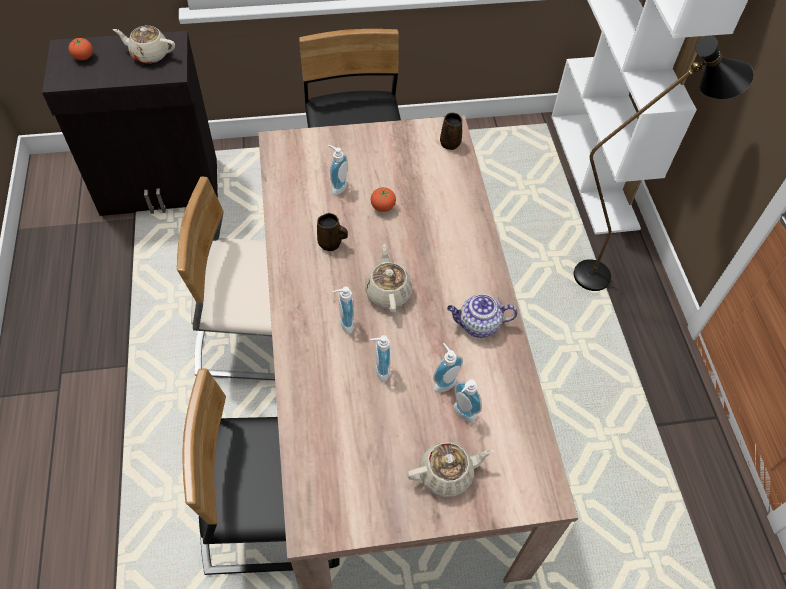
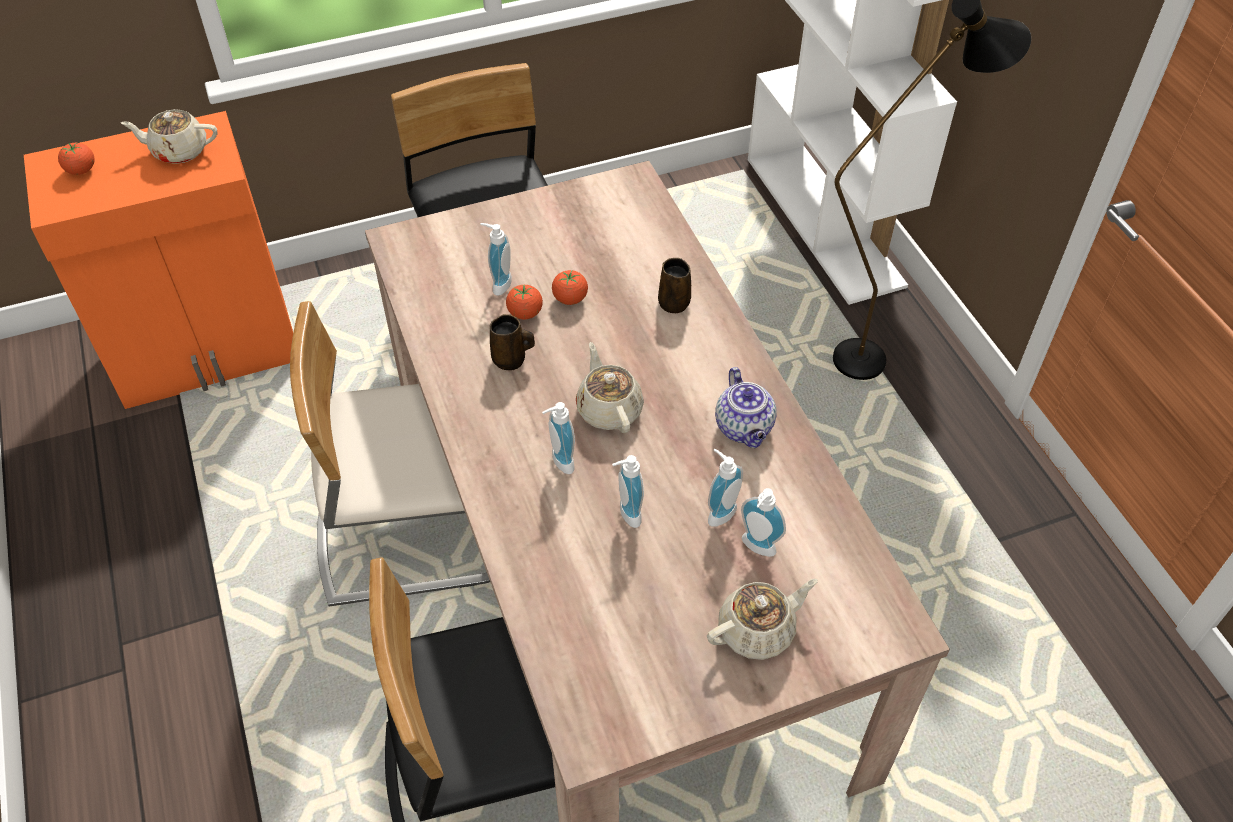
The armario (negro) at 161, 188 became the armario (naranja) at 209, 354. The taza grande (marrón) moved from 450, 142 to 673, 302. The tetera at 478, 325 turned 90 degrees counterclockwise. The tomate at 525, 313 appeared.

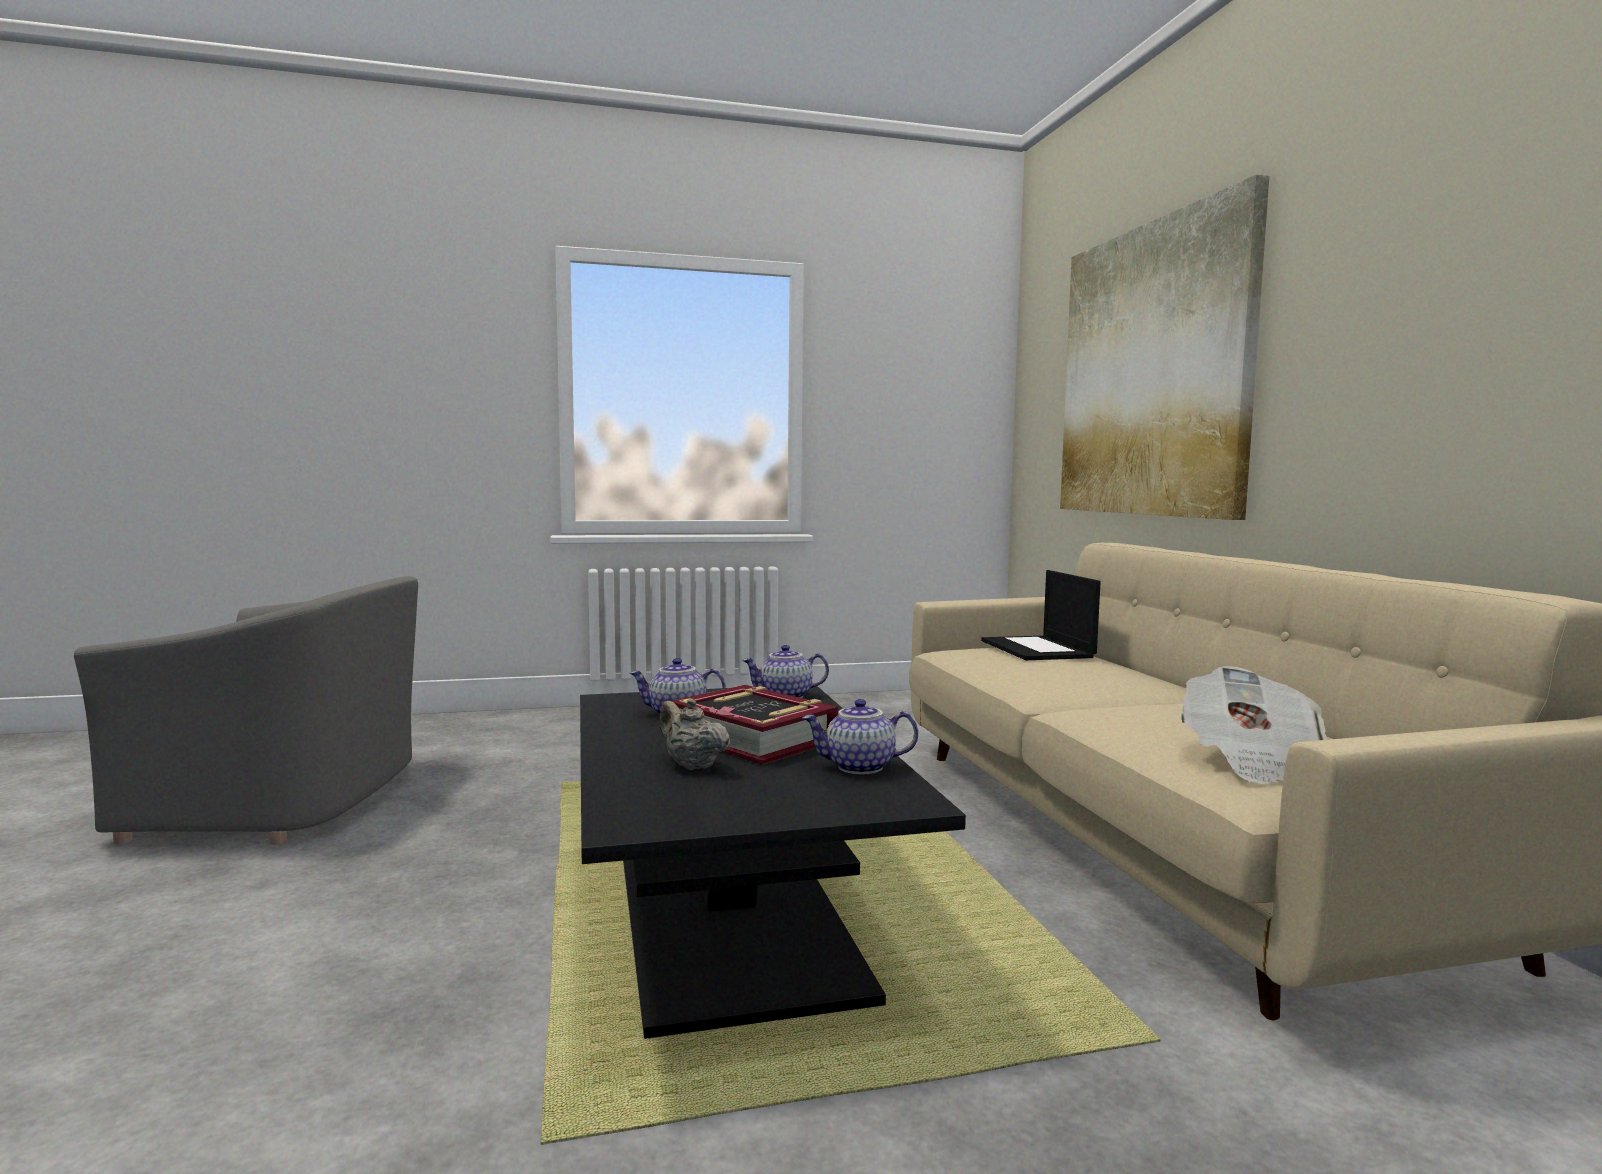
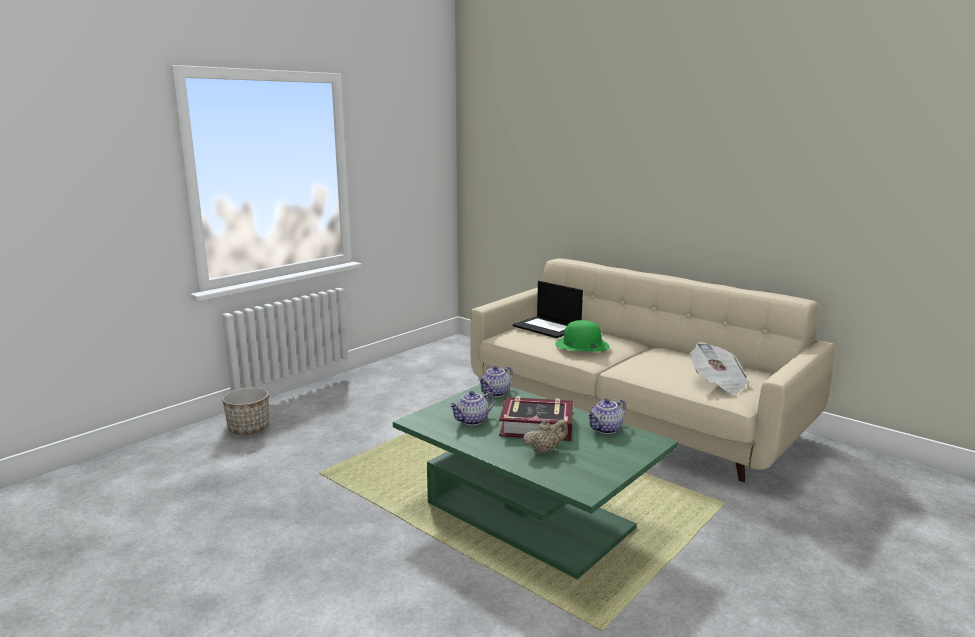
The cuadro at 1152, 371 disappeared. The sillón (gris) at 285, 800 disappeared. The mesa de centro (negro) at 732, 918 became the mesa de centro (verde) at 529, 516. The tetera (beis) at 691, 765 turned 150 degrees clockwise. The sombrero (verde) at 581, 345 appeared. The maceta at 249, 429 appeared.

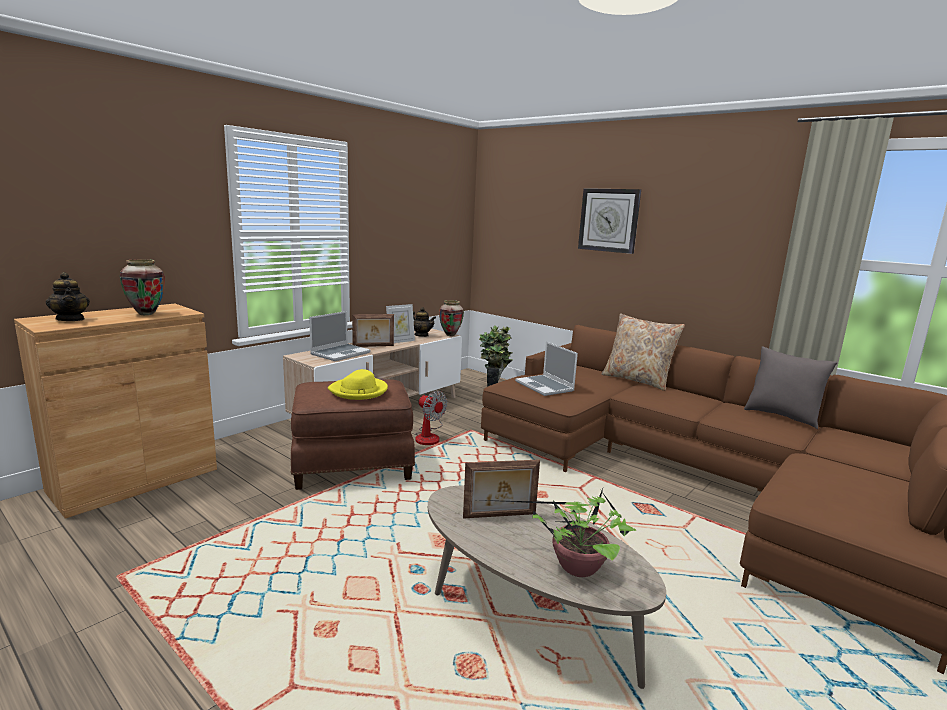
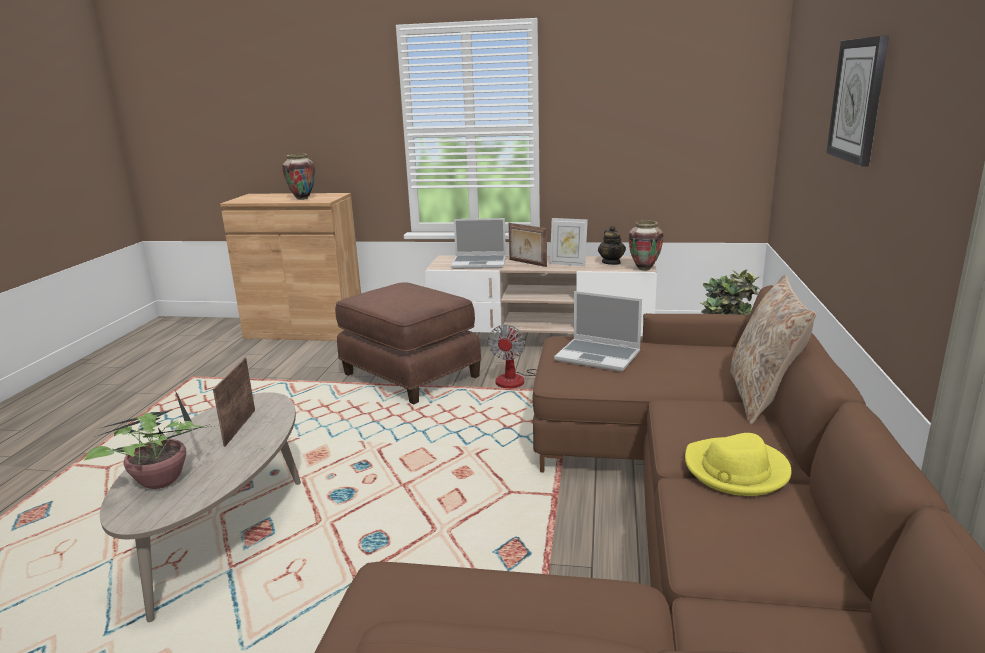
The tetera at 71, 319 disappeared. The portátil at 545, 386 turned 90 degrees counterclockwise. The cojín (gris) at 782, 416 disappeared. The sombrero (amarillo) moved from 359, 391 to 735, 470. The portarretratos at 499, 516 turned 45 degrees clockwise.

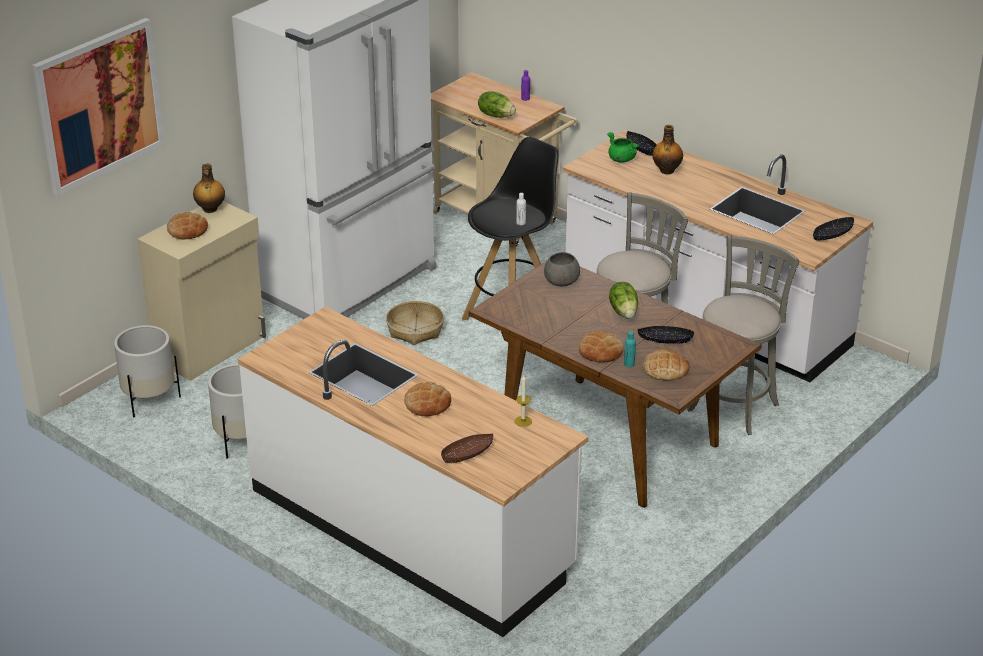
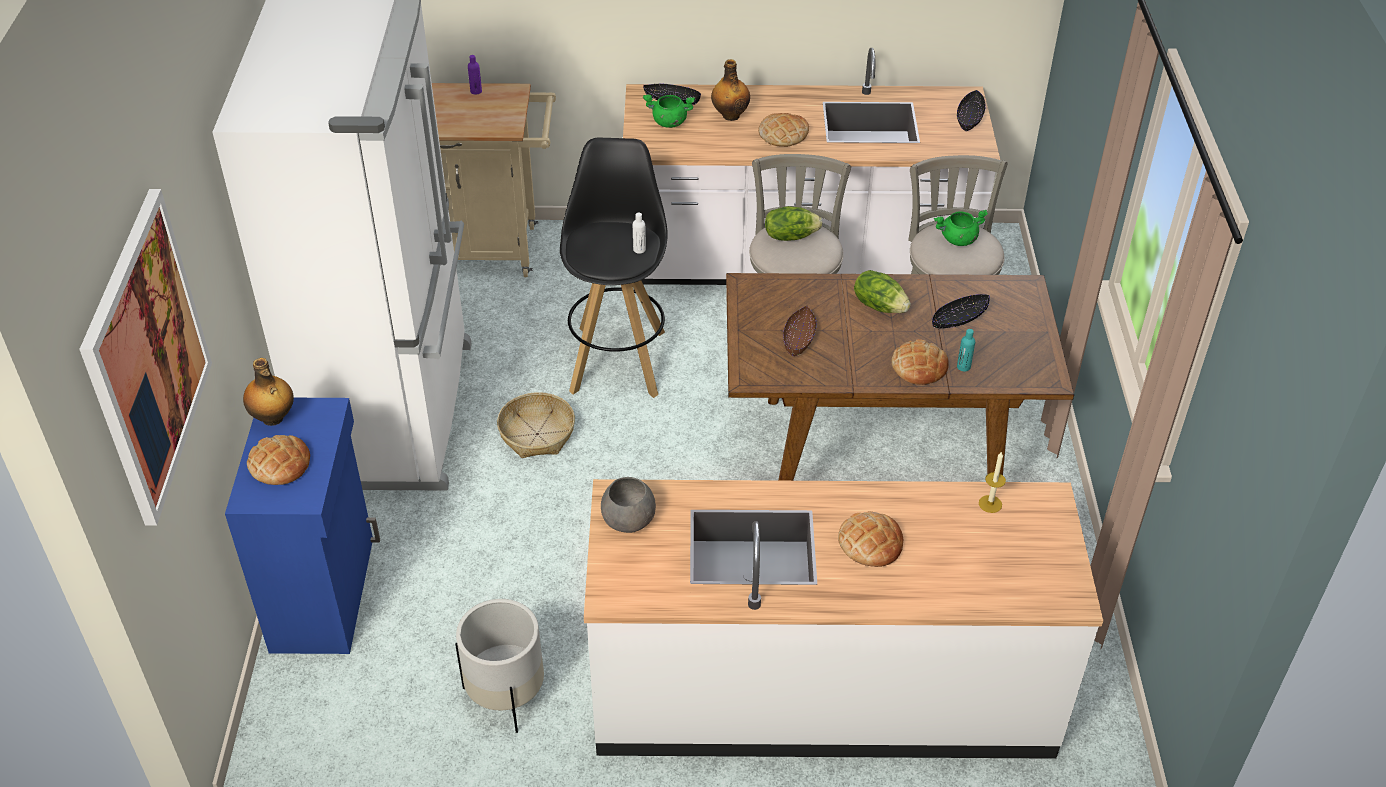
The lechuga moved from 496, 115 to 790, 236. The armario (beis) at 211, 348 became the armario (azul) at 325, 593. The cuenco (gris) moved from 561, 281 to 628, 520. The maceta (blanco) at 149, 399 disappeared. The pan moved from 665, 369 to 783, 134. The cuenco (marrón) moved from 467, 454 to 799, 338. The olla (verde) at 958, 240 appeared.

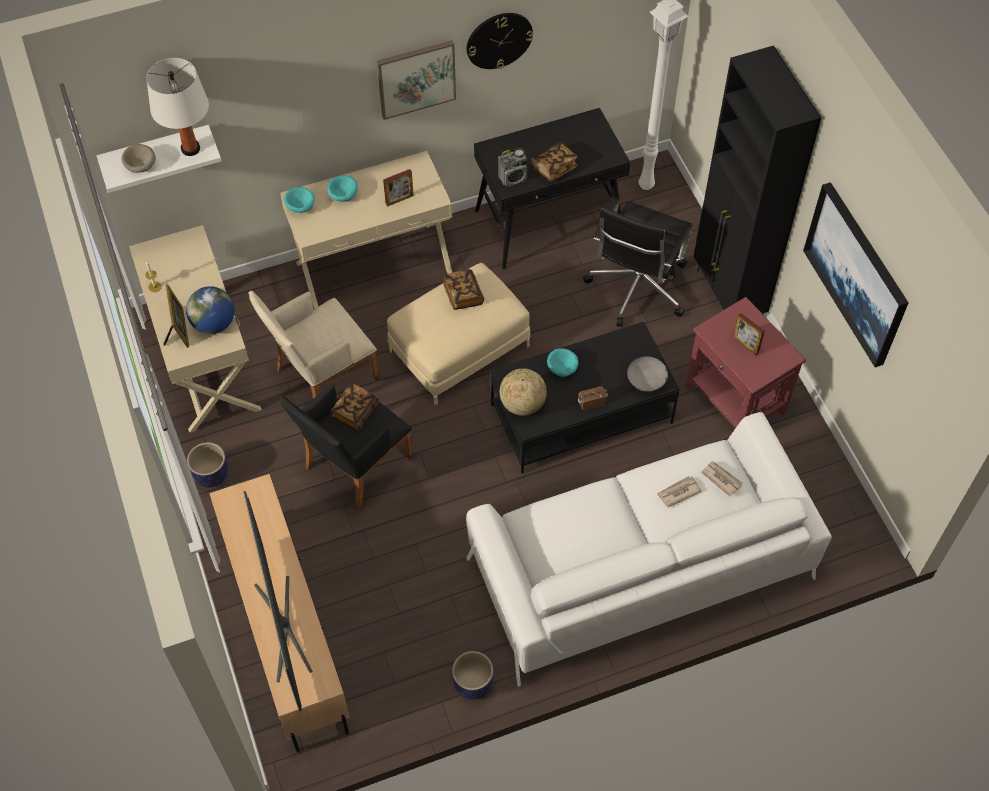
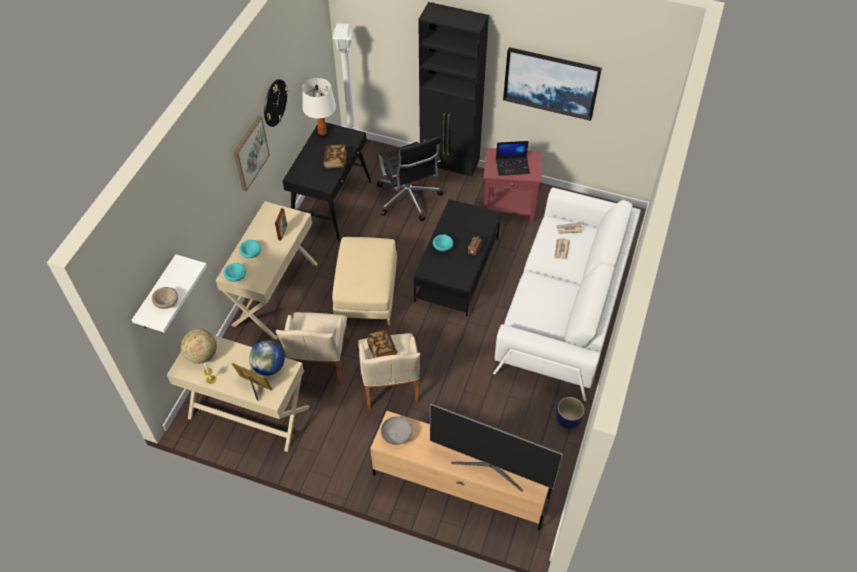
The lámpara de mesa (blanco) moved from 190, 149 to 322, 133. The radio at 513, 178 disappeared. The libro at 463, 295 disappeared. The portarretratos at 745, 345 was replaced by the portátil at 513, 166. The cuenco (gris) moved from 645, 381 to 396, 436. The globo terráqueo moved from 522, 404 to 202, 355. The sillón (negro) at 353, 467 became the sillón (beis) at 390, 386. The maceta at 211, 475 disappeared.

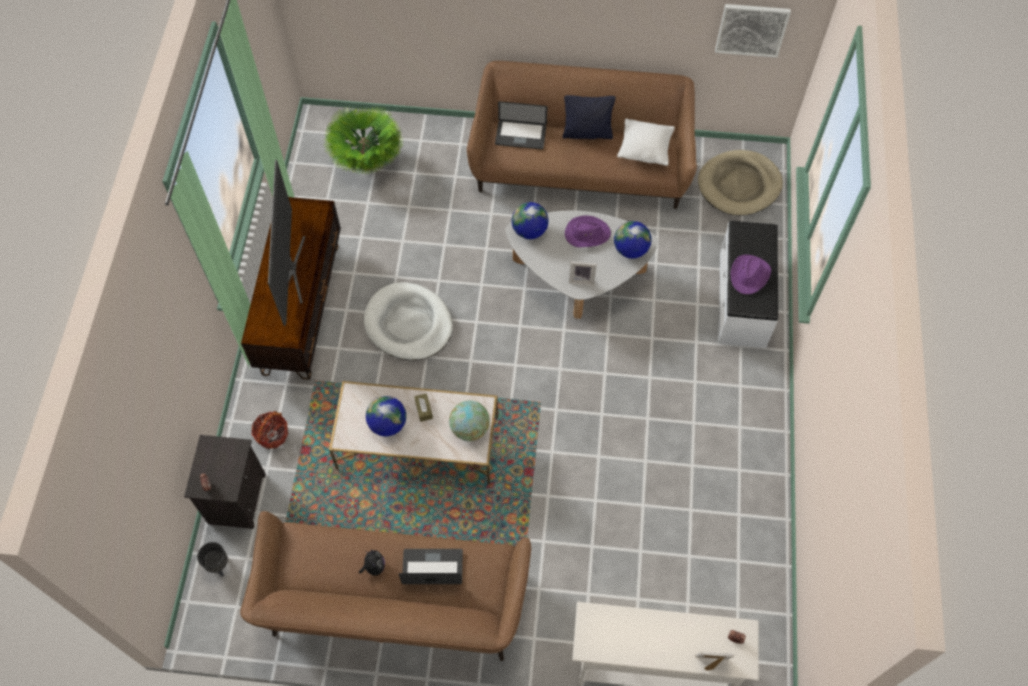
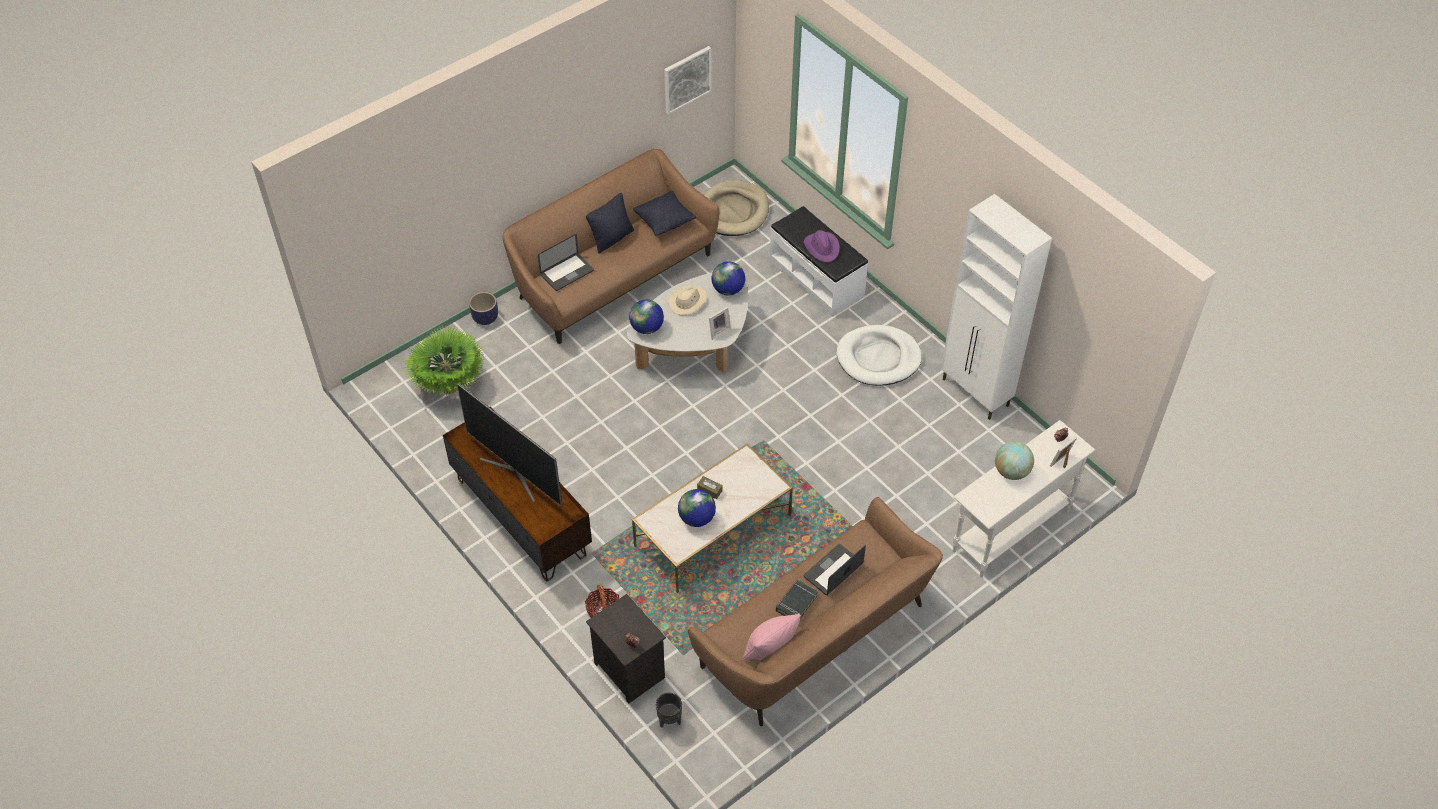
The cojín (blanco) at 644, 150 became the cojín (negro) at 664, 222. The sombrero (morado) at 587, 234 became the sombrero (beis) at 687, 301. The cama para perro (blanco) moved from 408, 324 to 878, 358. The globo terráqueo moved from 470, 429 to 1011, 471. The peluche at 374, 567 was replaced by the libro (negro) at 796, 602. The armario (blanco) at 976, 393 appeared. The maceta at 485, 317 appeared. The cojín (rosa) at 769, 649 appeared.

